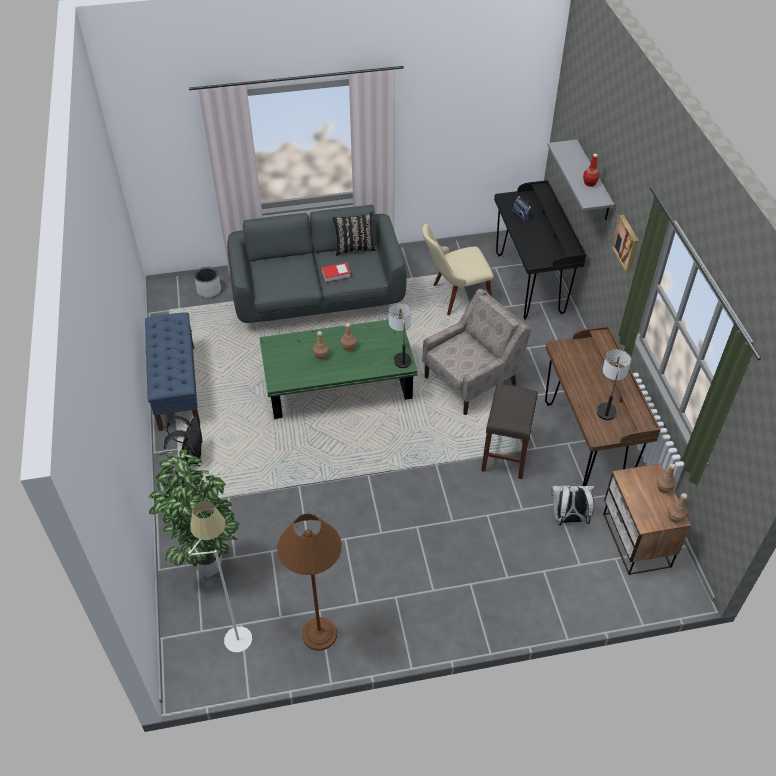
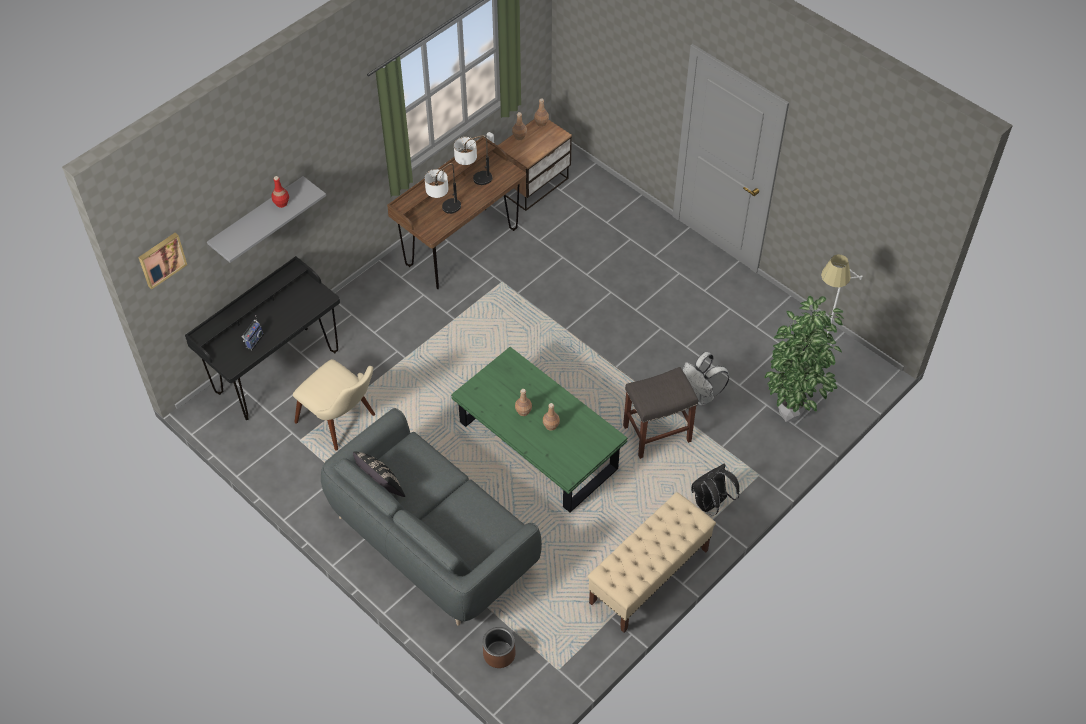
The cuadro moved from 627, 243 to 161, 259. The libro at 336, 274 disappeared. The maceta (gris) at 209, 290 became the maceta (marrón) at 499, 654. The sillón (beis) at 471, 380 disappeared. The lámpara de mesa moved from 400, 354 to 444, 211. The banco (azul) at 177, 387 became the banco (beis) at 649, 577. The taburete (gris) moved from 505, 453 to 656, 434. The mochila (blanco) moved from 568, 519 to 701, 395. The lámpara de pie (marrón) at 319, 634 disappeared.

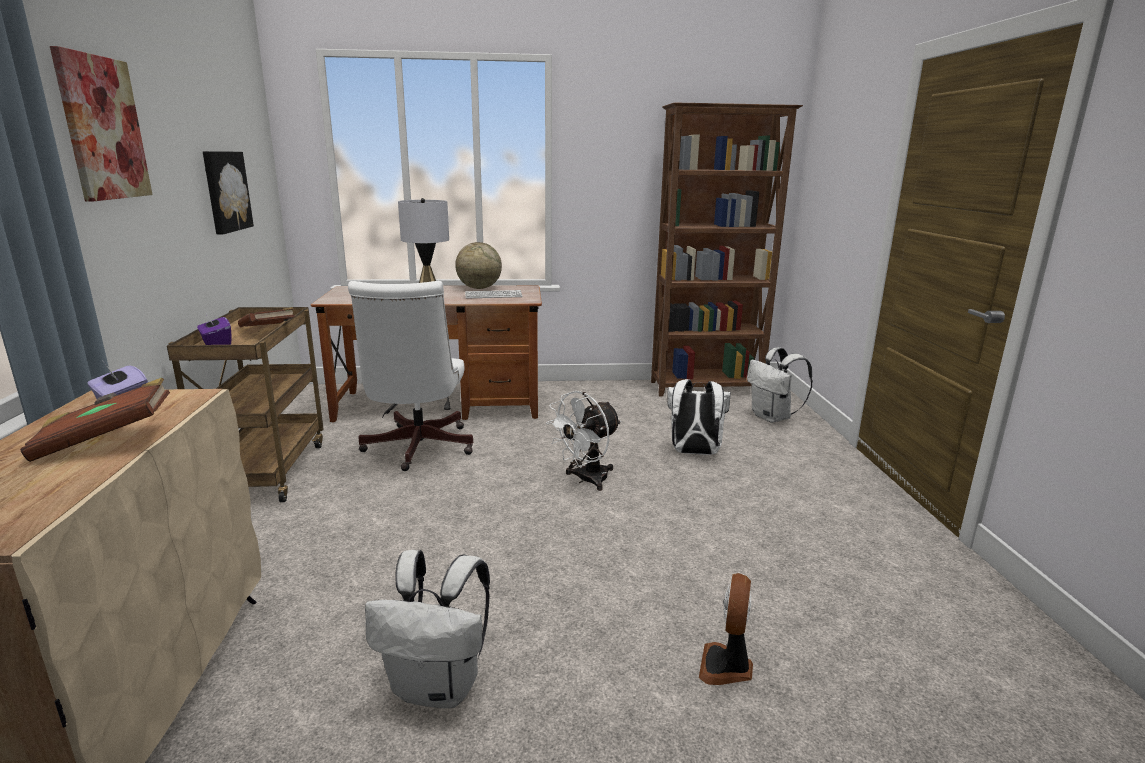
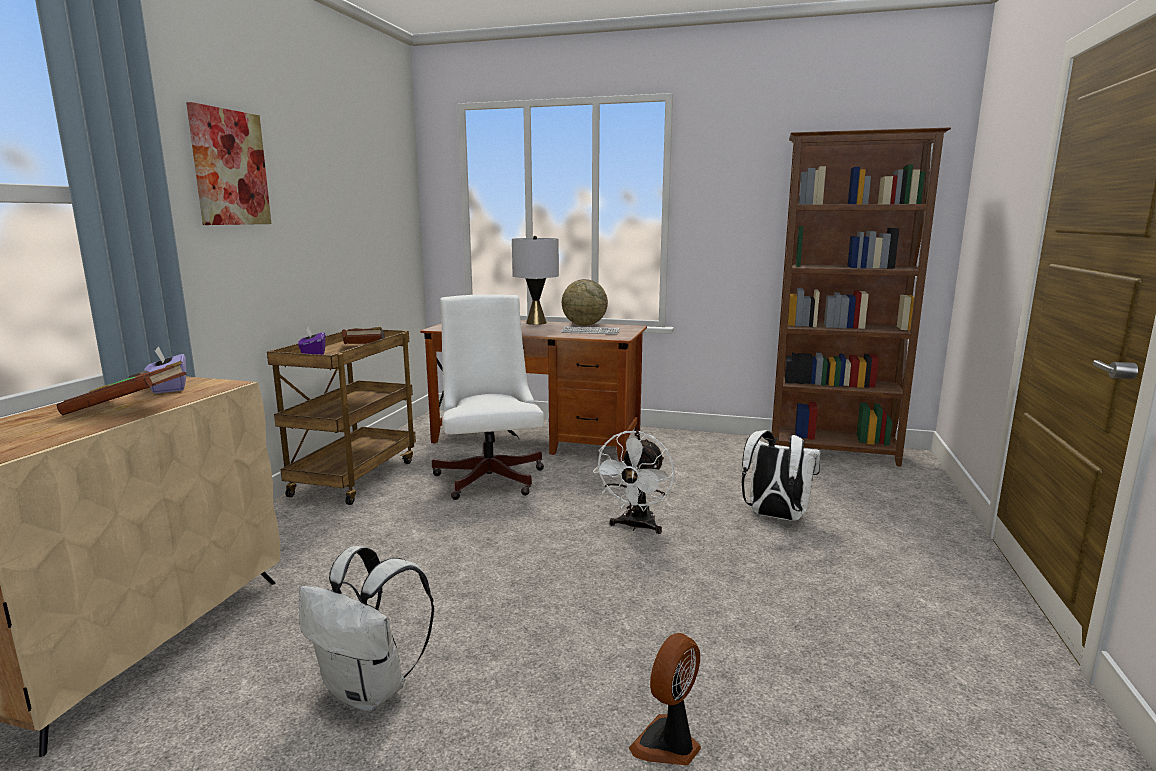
The cuadro at 225, 191 disappeared. The silla de oficina (blanco) at 416, 449 turned 150 degrees clockwise. The mochila (blanco) at 772, 417 disappeared. The ventilador (blanco) at 586, 480 turned 45 degrees counterclockwise.

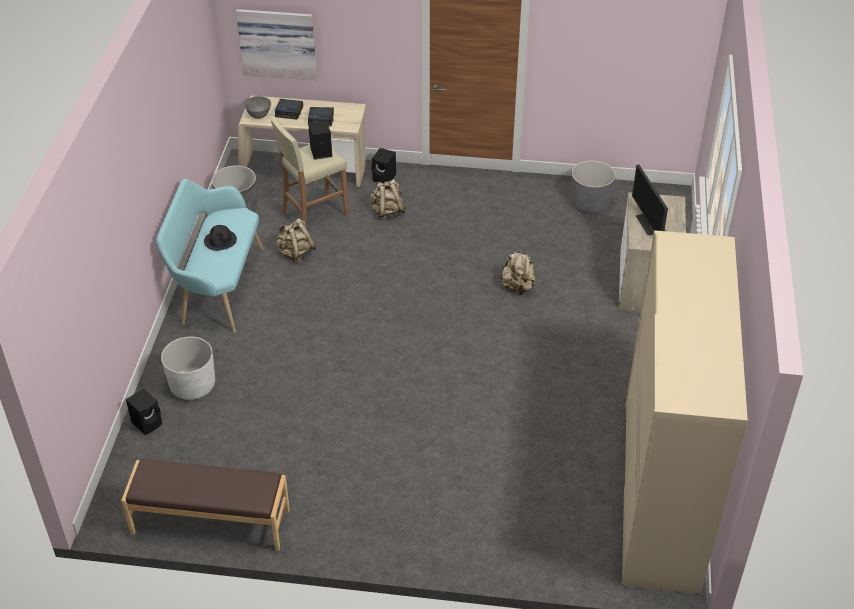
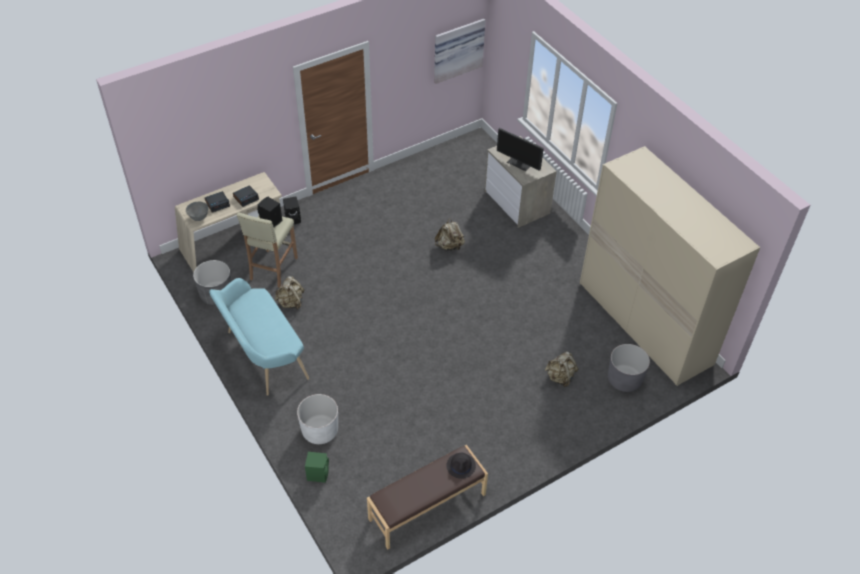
The cuadro moved from 278, 43 to 457, 49. The maceta (gris) moved from 590, 204 to 624, 379. The mochila (beis) moved from 387, 212 to 560, 377. The sombrero (negro) moved from 220, 241 to 461, 466. The altavoz (negro) at 148, 423 became the altavoz (verde) at 318, 473.

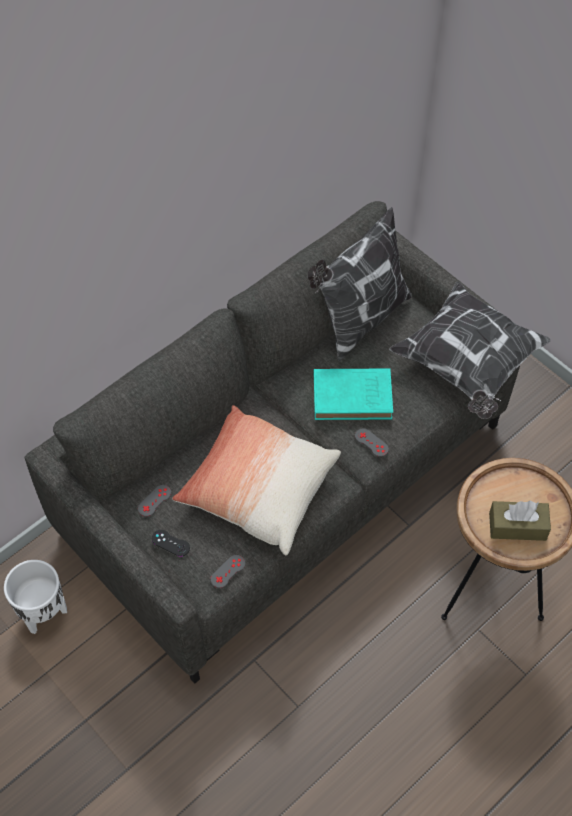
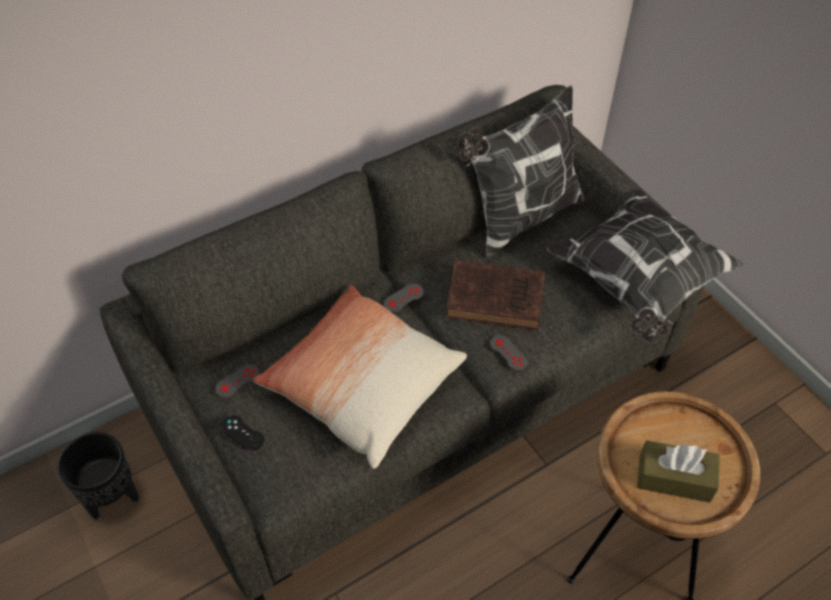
The libro (turquesa) at 355, 397 became the libro (marrón) at 498, 299. The mando de consola (gris) moved from 228, 571 to 403, 298. The maceta (blanco) at 43, 612 became the maceta (negro) at 112, 497.

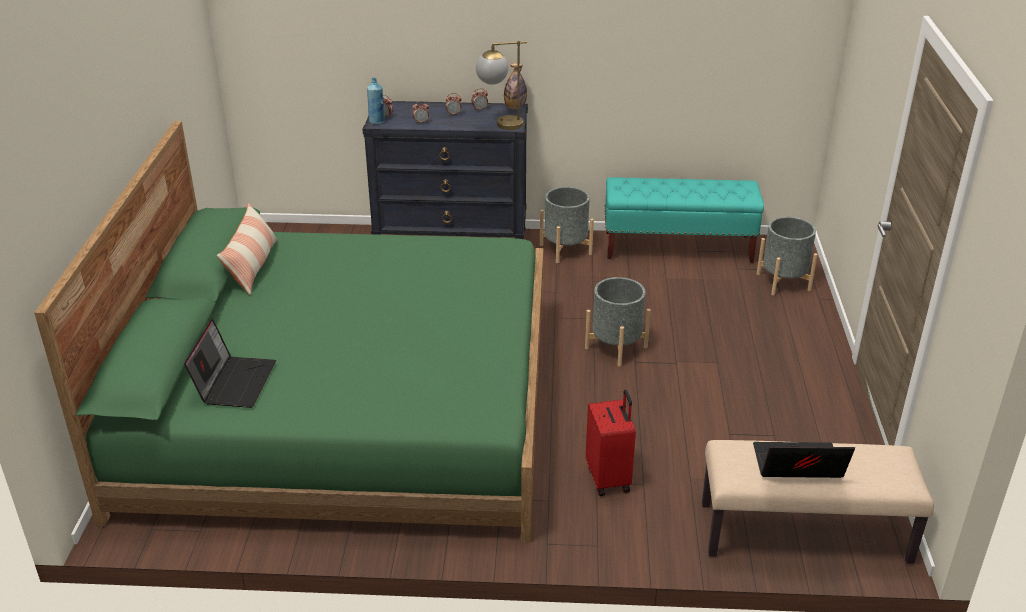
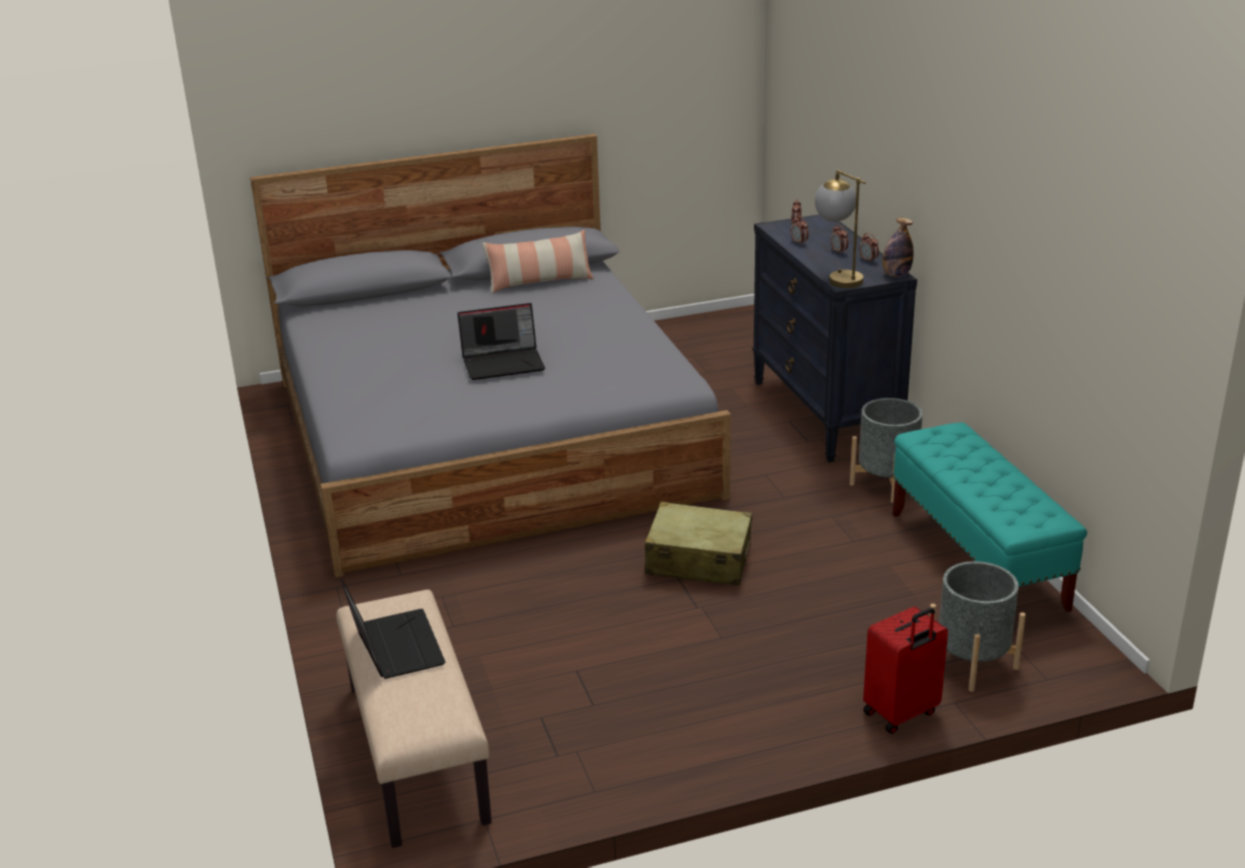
The botella (azul) at 377, 122 disappeared. The cama (verde) at 345, 406 became the cama (gris) at 488, 436. The maceta (gris) at 616, 347 was replaced by the maleta (beis) at 698, 560. The portátil moved from 234, 382 to 504, 363. The maleta (rojo) moved from 609, 478 to 901, 713.

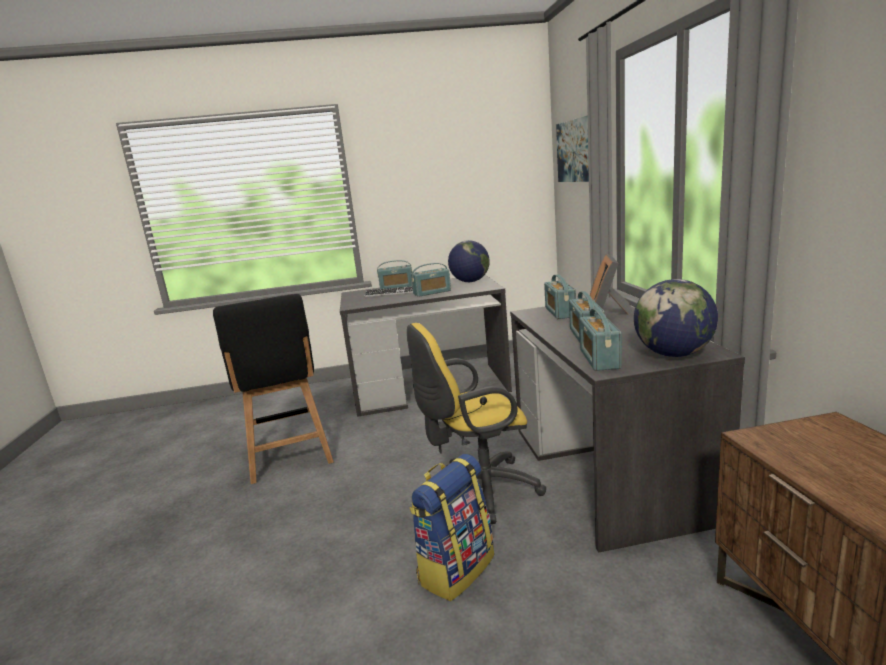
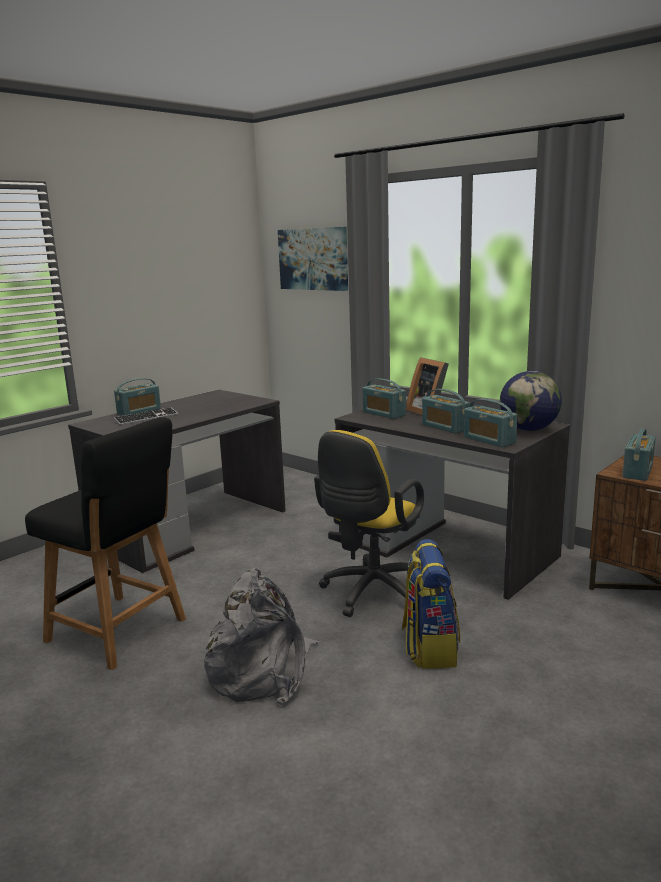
The globo terráqueo at 470, 281 disappeared. The radio moved from 432, 292 to 638, 471. The mochila (gris) at 262, 671 appeared.

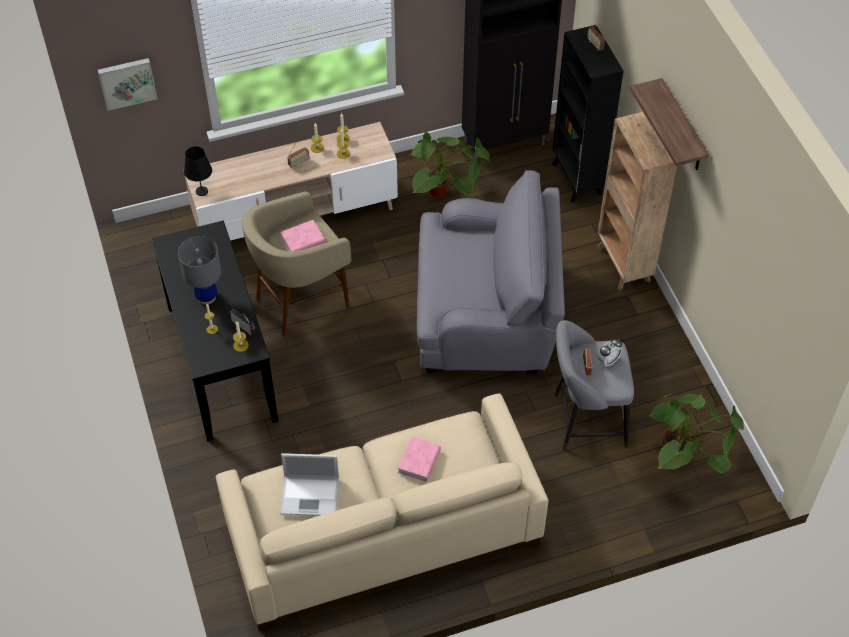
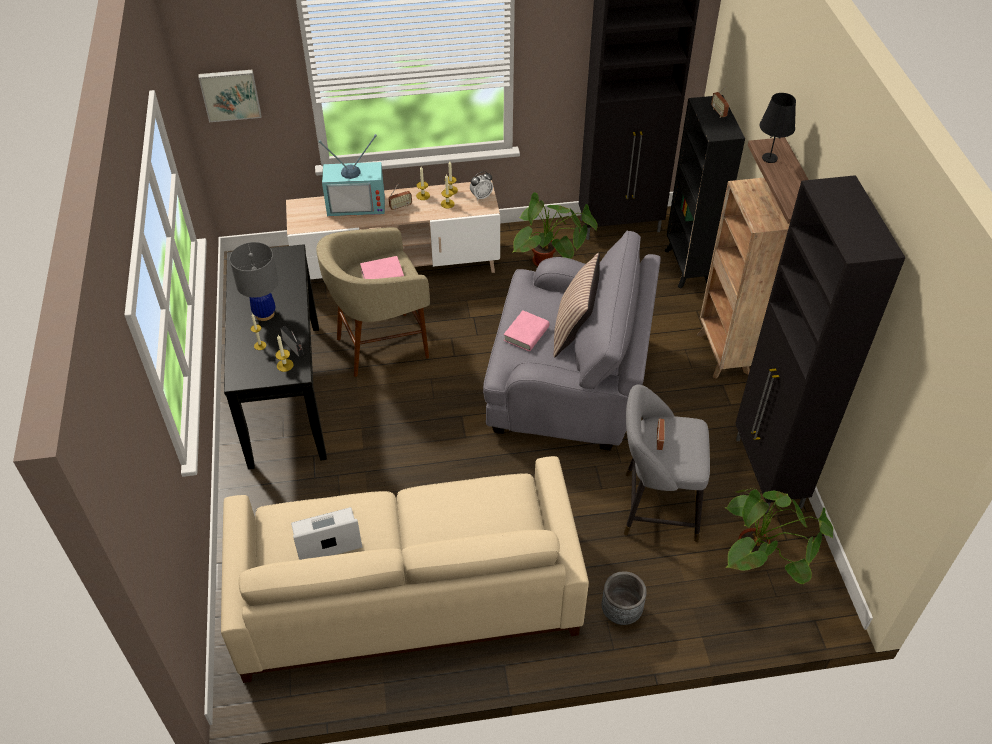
The lámpara de mesa (negro) moved from 201, 191 to 769, 158. The despertador moved from 608, 360 to 481, 196. The libro (rosa) moved from 419, 461 to 526, 334. The portátil at 311, 495 turned 150 degrees clockwise. The televisor at 357, 203 appeared. The armario (negro) at 767, 474 appeared. The cojín at 574, 331 appeared. The maceta (gris) at 621, 612 appeared.

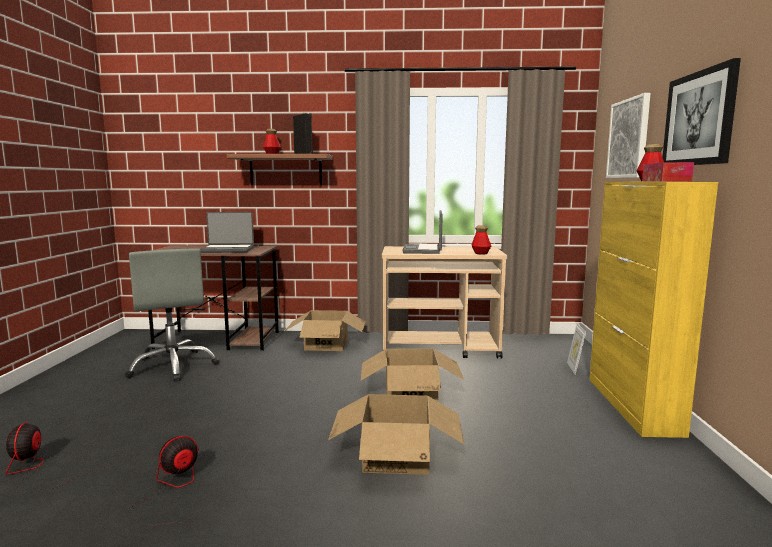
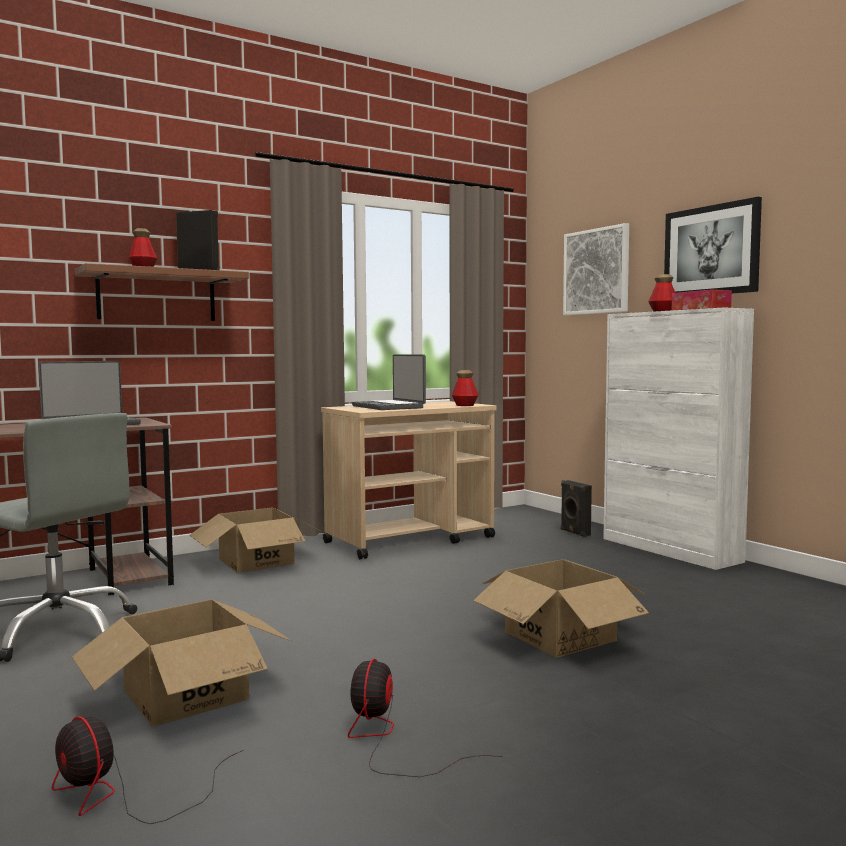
The armario (amarillo) at 632, 405 became the armario (blanco) at 670, 550. The portarretratos at 574, 368 was replaced by the altavoz (negro) at 574, 532. The caja de cartón moved from 411, 394 to 186, 694.

